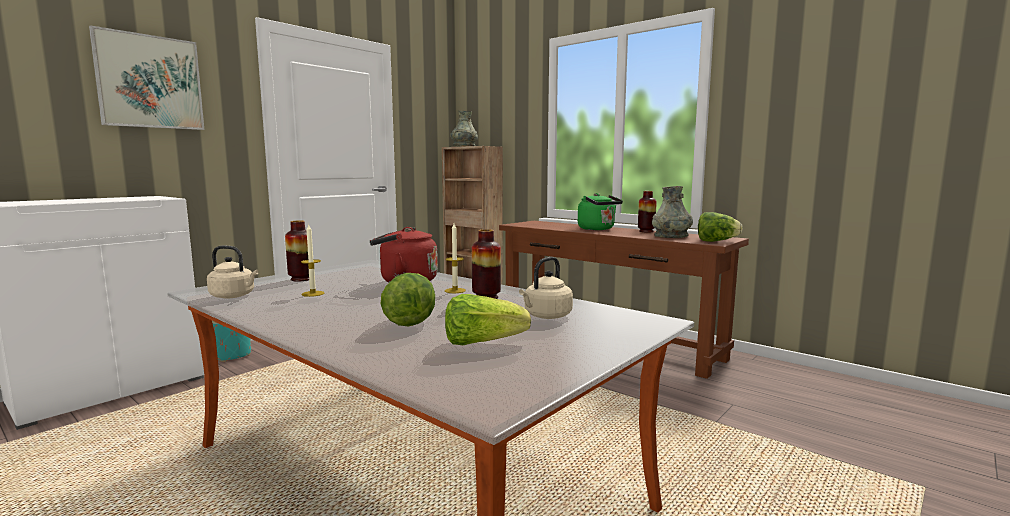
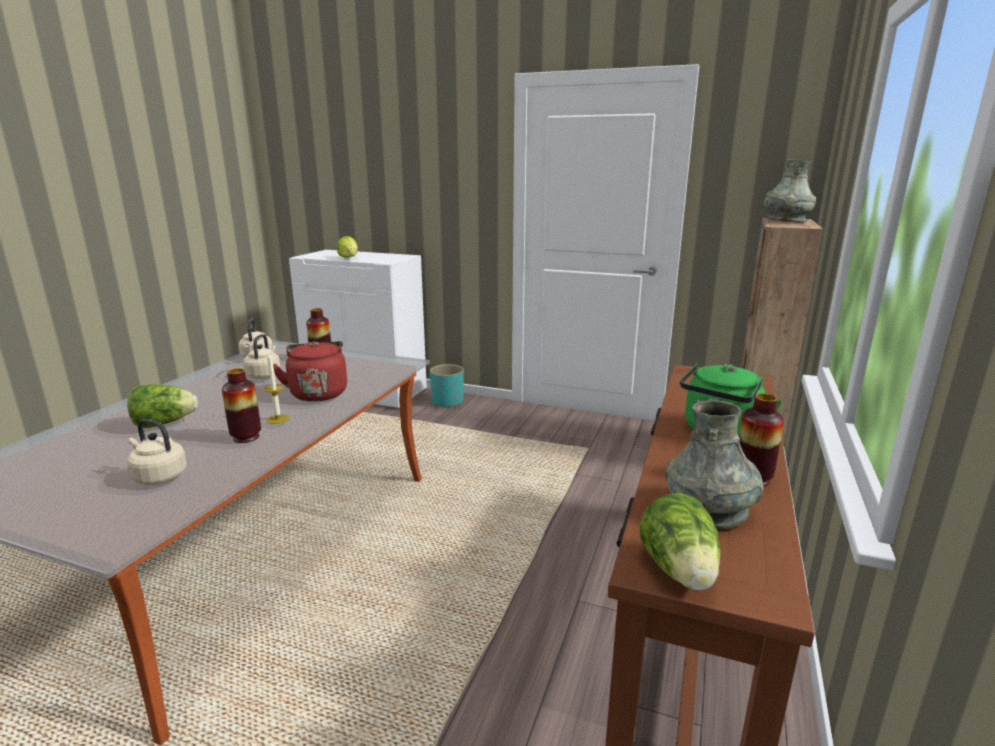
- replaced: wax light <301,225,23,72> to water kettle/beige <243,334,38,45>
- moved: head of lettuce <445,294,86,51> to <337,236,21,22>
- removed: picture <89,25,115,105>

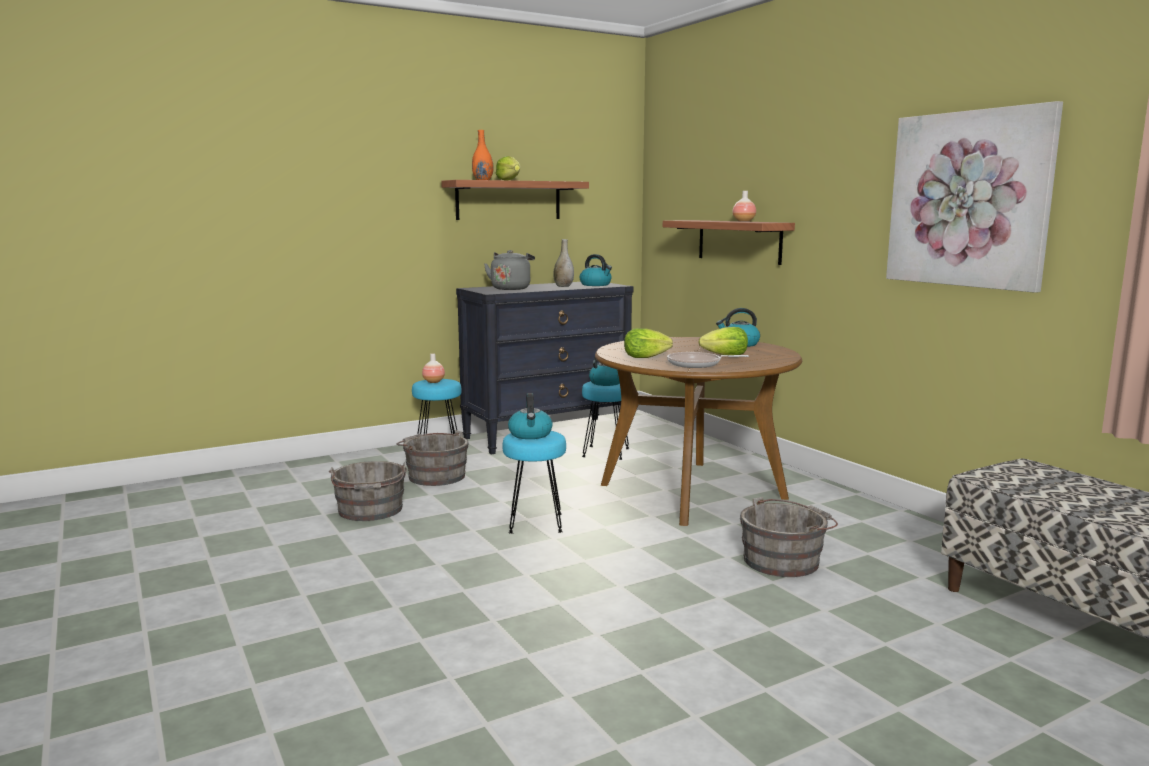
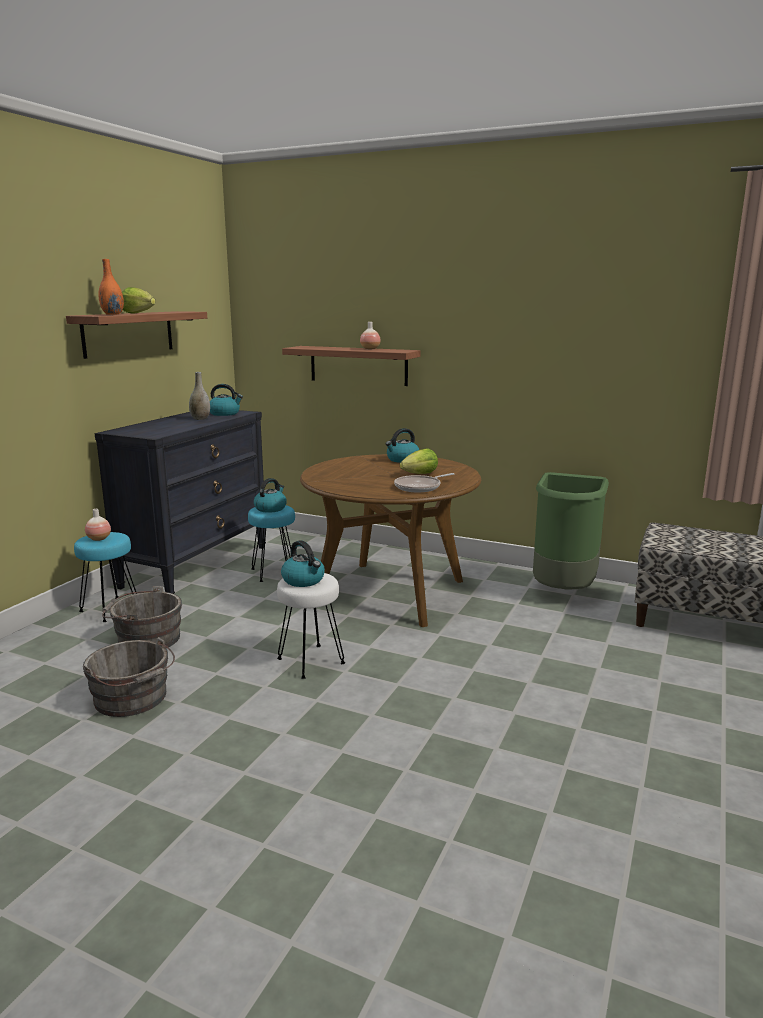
- recoloured: stool seat/turquoise <502,431,64,103> to stool seat/white-coloured <277,573,68,106>
- added: waste bin/green-coloured <533,472,76,118>
- removed: water kettle/greyish <484,250,51,40>
- removed: head of lettuce <624,328,49,30>
- removed: water bucket/greyish <740,497,98,80>
- removed: picture <886,101,177,192>

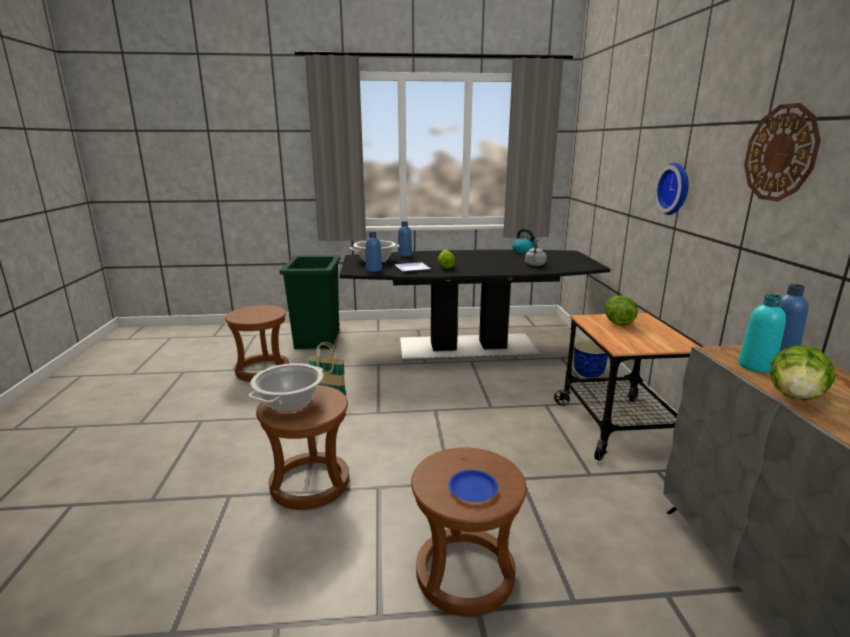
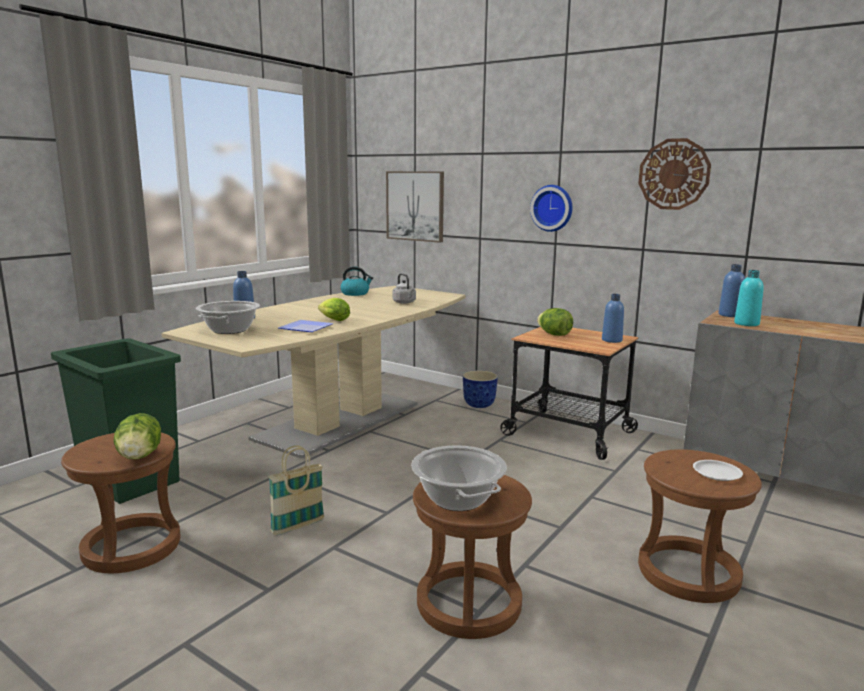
- moved: head of lettuce <771,345,64,55> to <114,413,47,46>
- recoloured: kitchen table/black-coloured <340,249,270,112> to kitchen table/beige <161,286,305,173>
- added: picture <386,171,58,72>
- moved: beverage bottle/bluish <366,232,16,40> to <602,294,22,49>
- recoloured: flat dish/bluish <449,470,49,32> to flat dish/white-coloured <693,460,50,21>

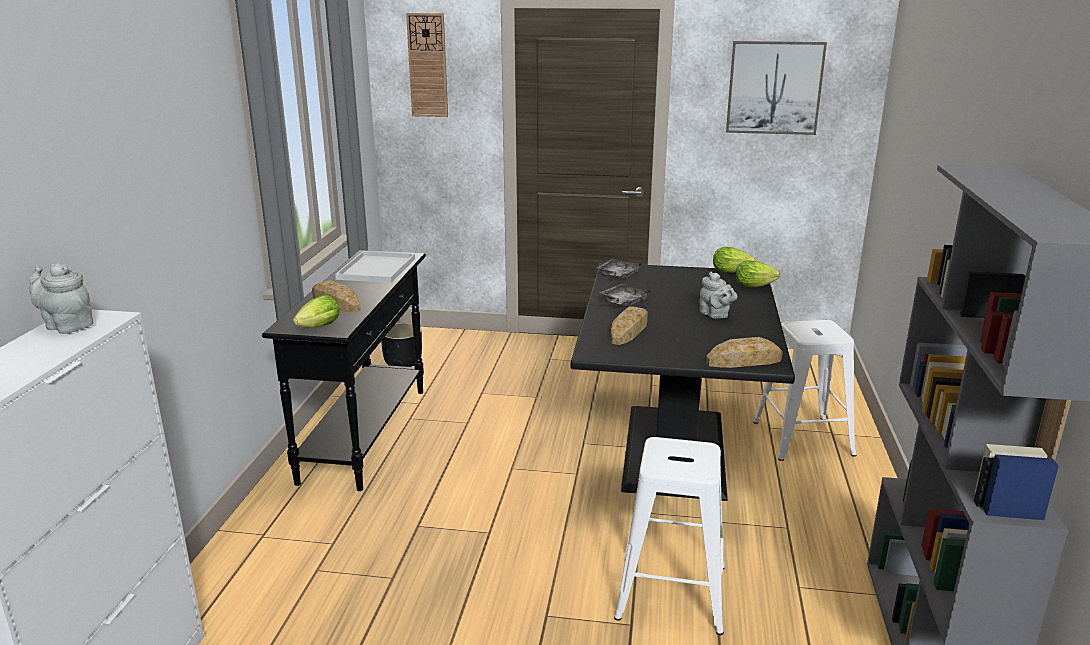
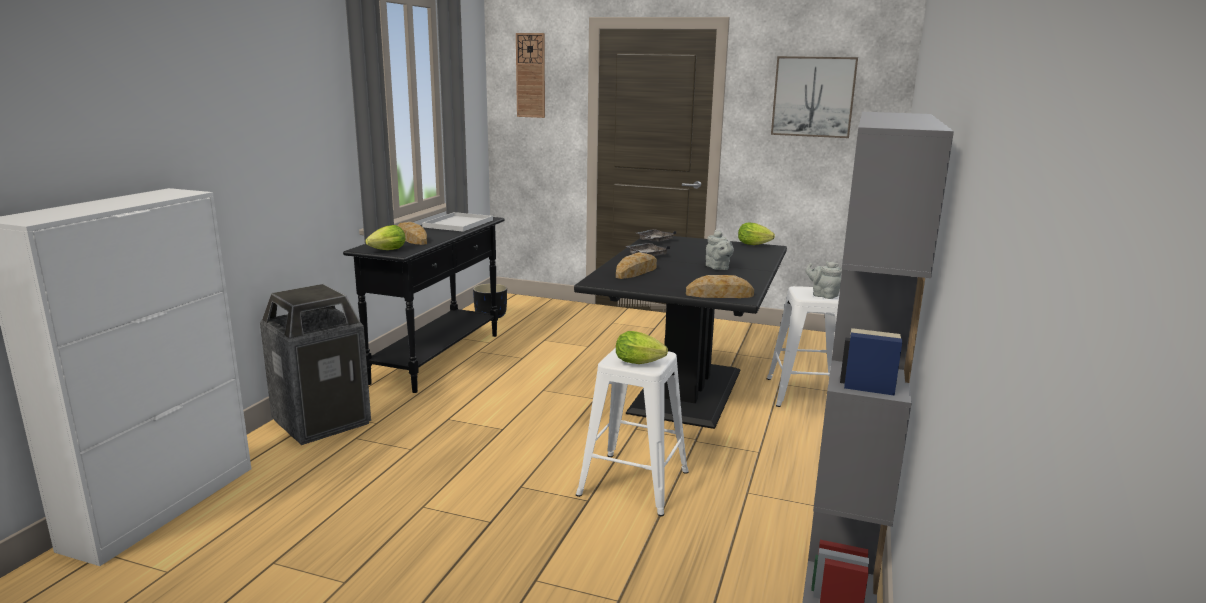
- added: waste bin <260,284,111,161>
- moved: head of lettuce <736,260,44,27> to <616,331,52,33>
- moved: teapot/greyish <29,263,64,71> to <805,261,37,38>

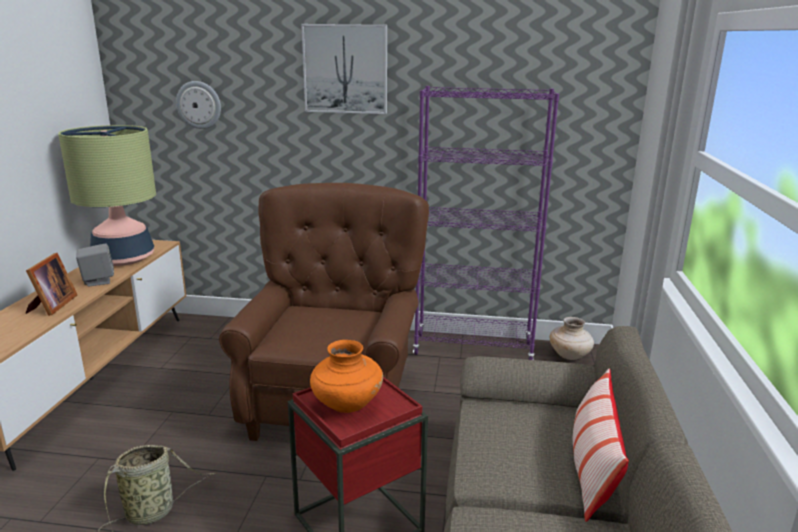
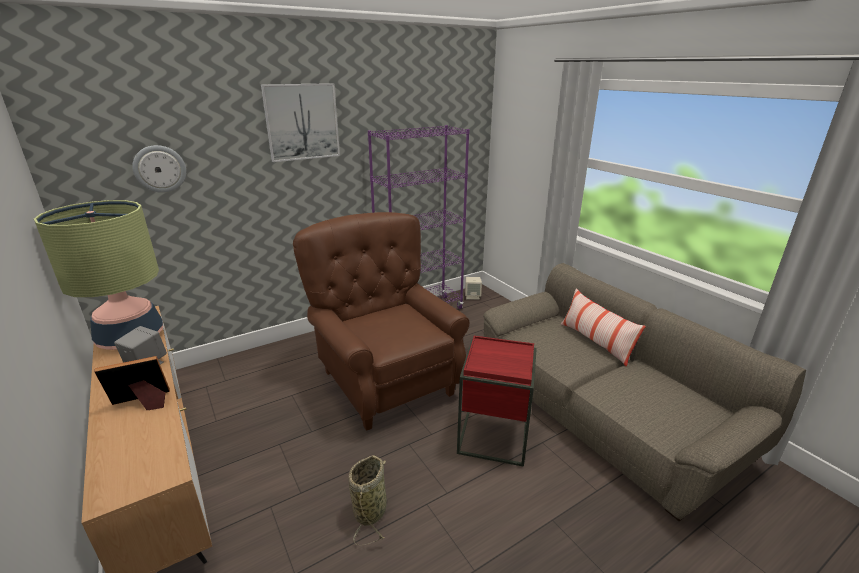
- turned: standing frame <26,253,51,63> = <94,356,76,54> 75 degrees counterclockwise
- replaced: vase/beige <550,317,44,43> to audio speaker/beige <465,277,17,23>
- removed: vase/orange-coloured <310,340,73,73>

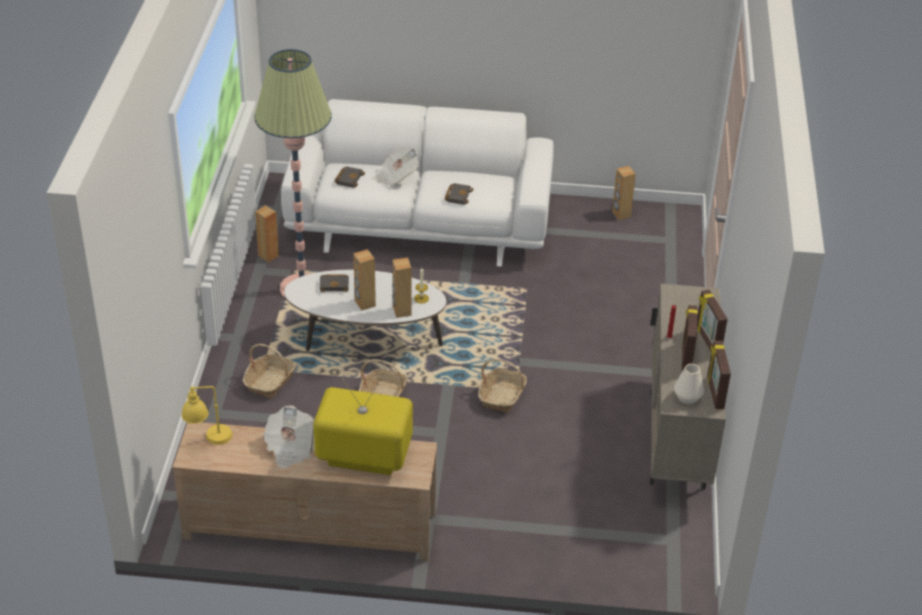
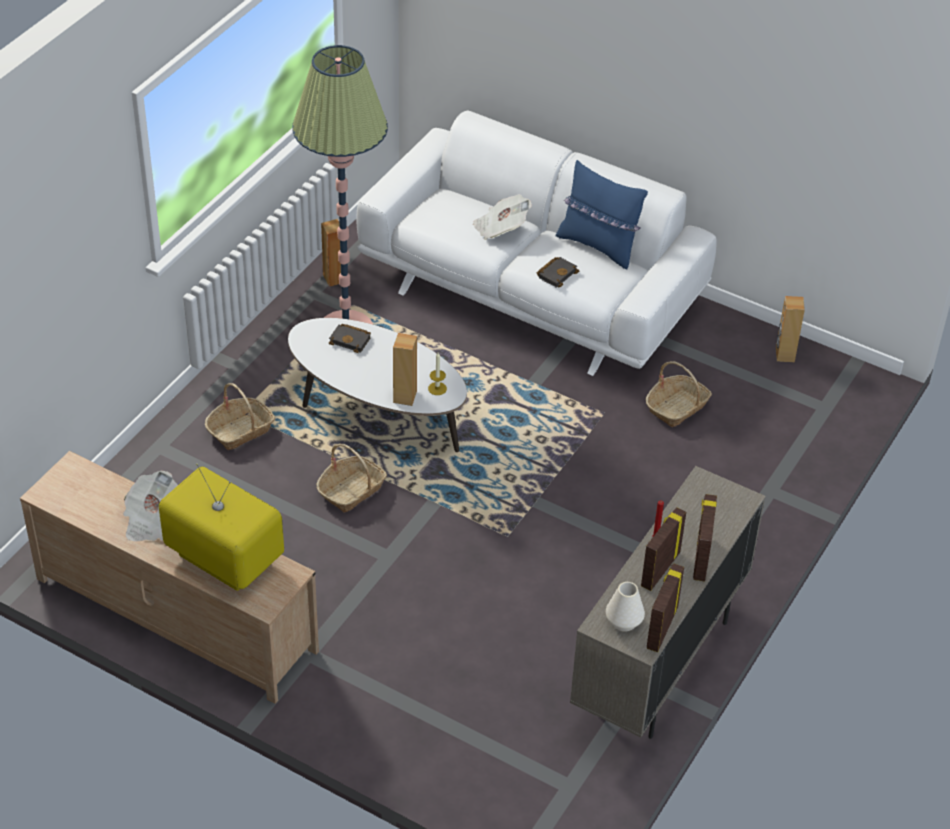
- added: cushion/bluish <556,160,92,109>
- moved: household basket <478,359,49,54> to <645,361,67,66>
- removed: lamp for a table/yellow <182,386,51,59>
- removed: bound book/black-coloured <334,167,31,21>
- removed: audio speaker/brown <354,249,22,62>

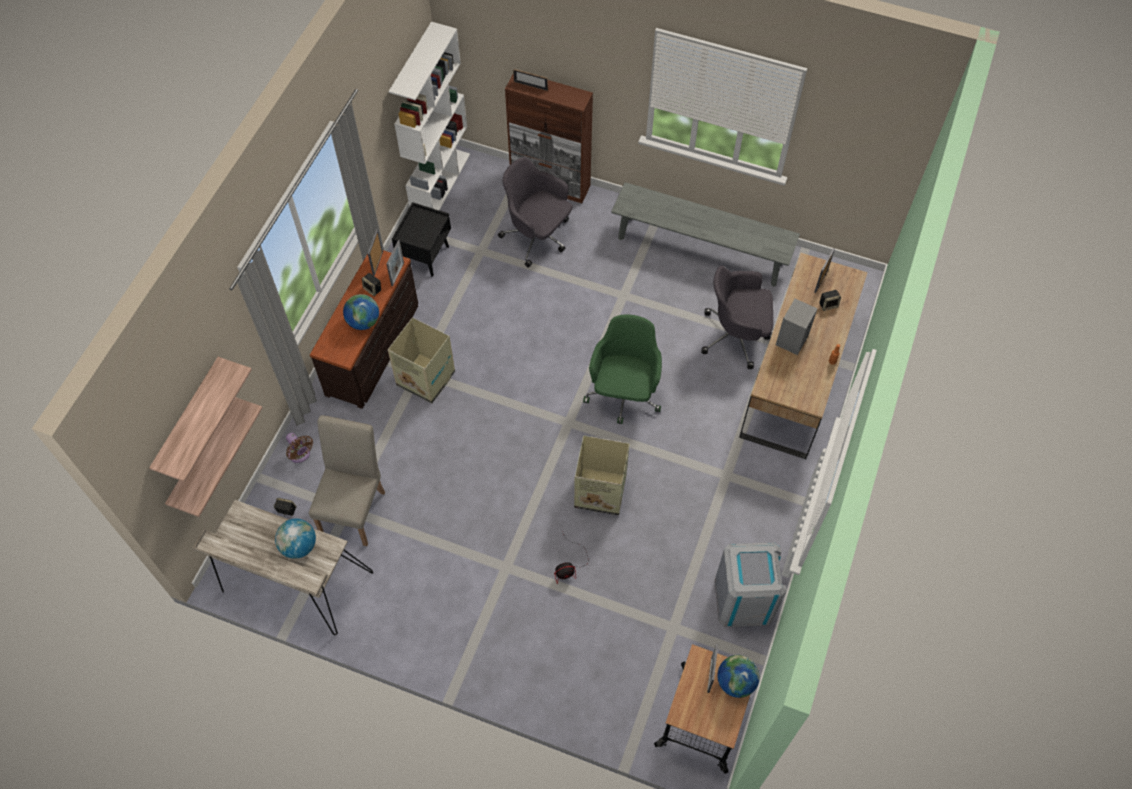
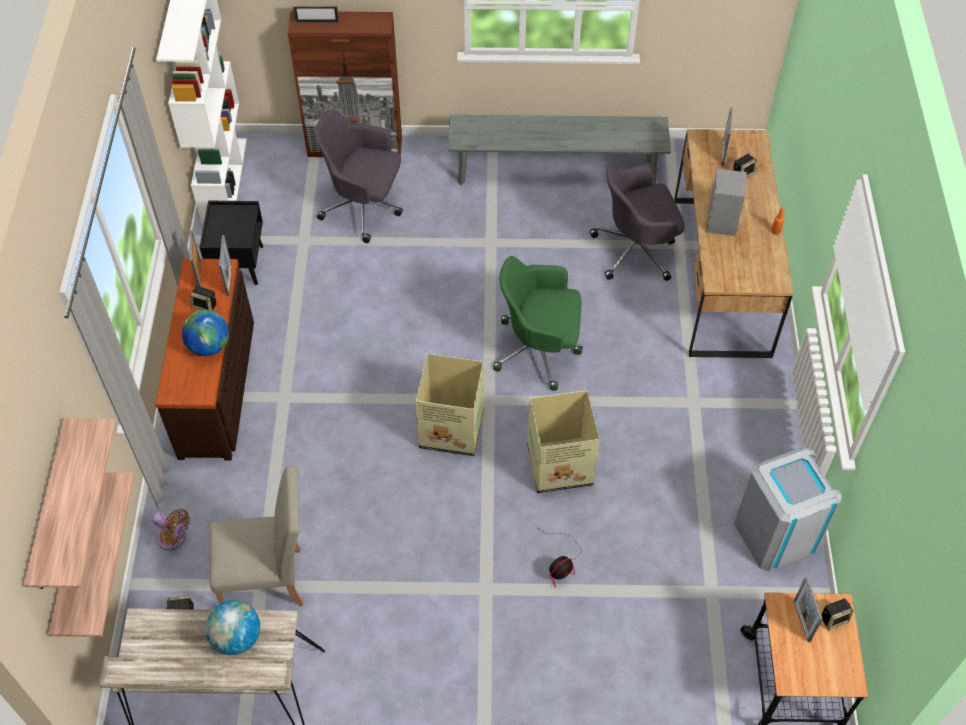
- turned: upright chair/beige <309,415,76,131> = <209,466,94,140> 90 degrees clockwise
- moved: carton <388,317,67,86> to <416,354,68,102>
- turned: computer chair/green-coloured <583,315,79,109> = <493,256,90,135> 75 degrees counterclockwise
- replaced: globe <717,655,43,43> to audio speaker <821,598,33,32>

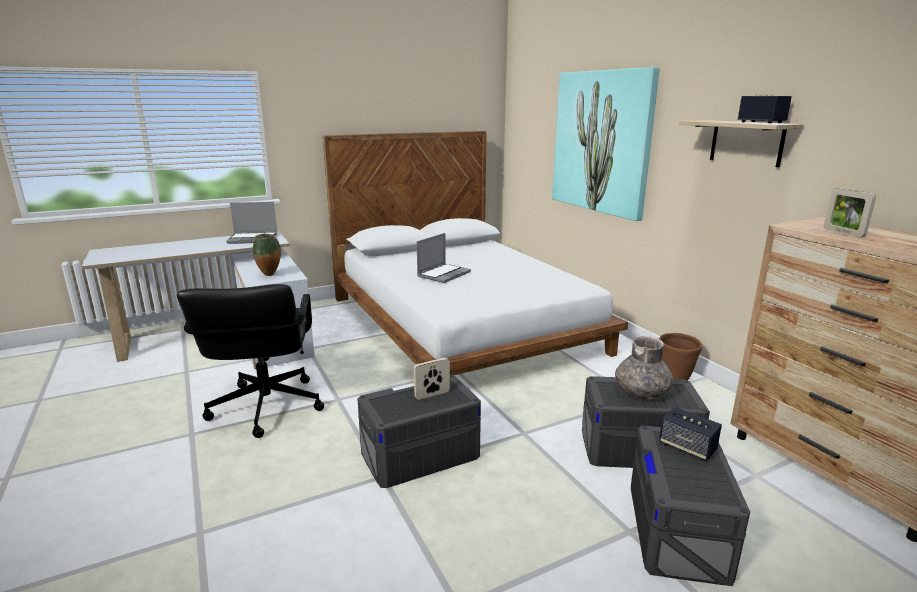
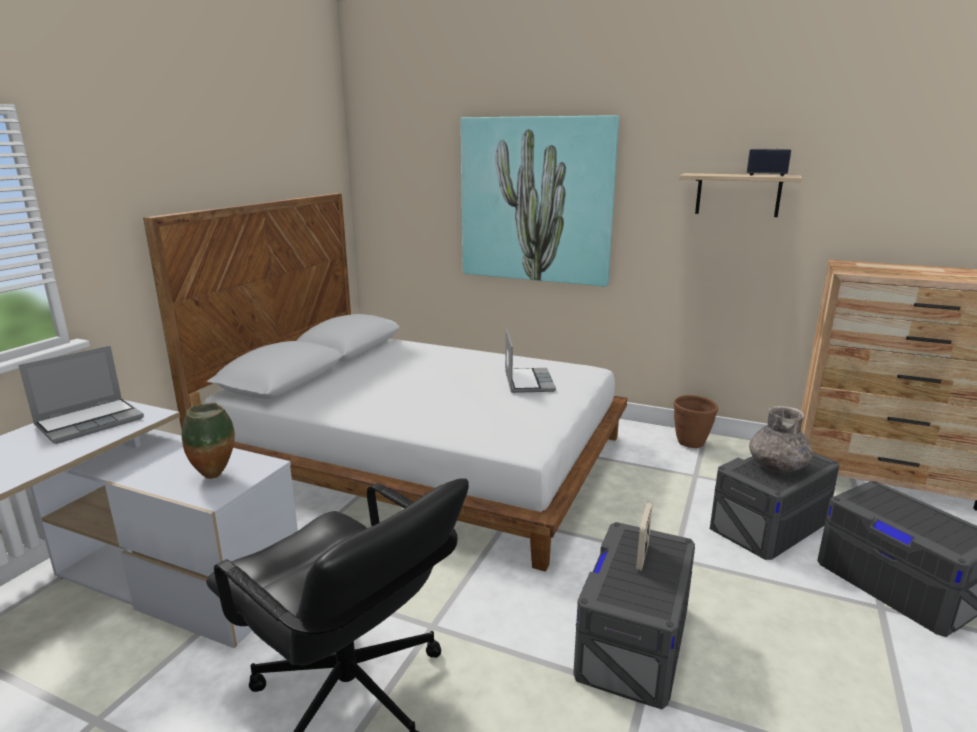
- moved: notebook computer <417,233,54,50> to <505,329,51,64>
- removed: audio speaker <659,407,63,54>
- removed: standing frame <824,188,52,49>

